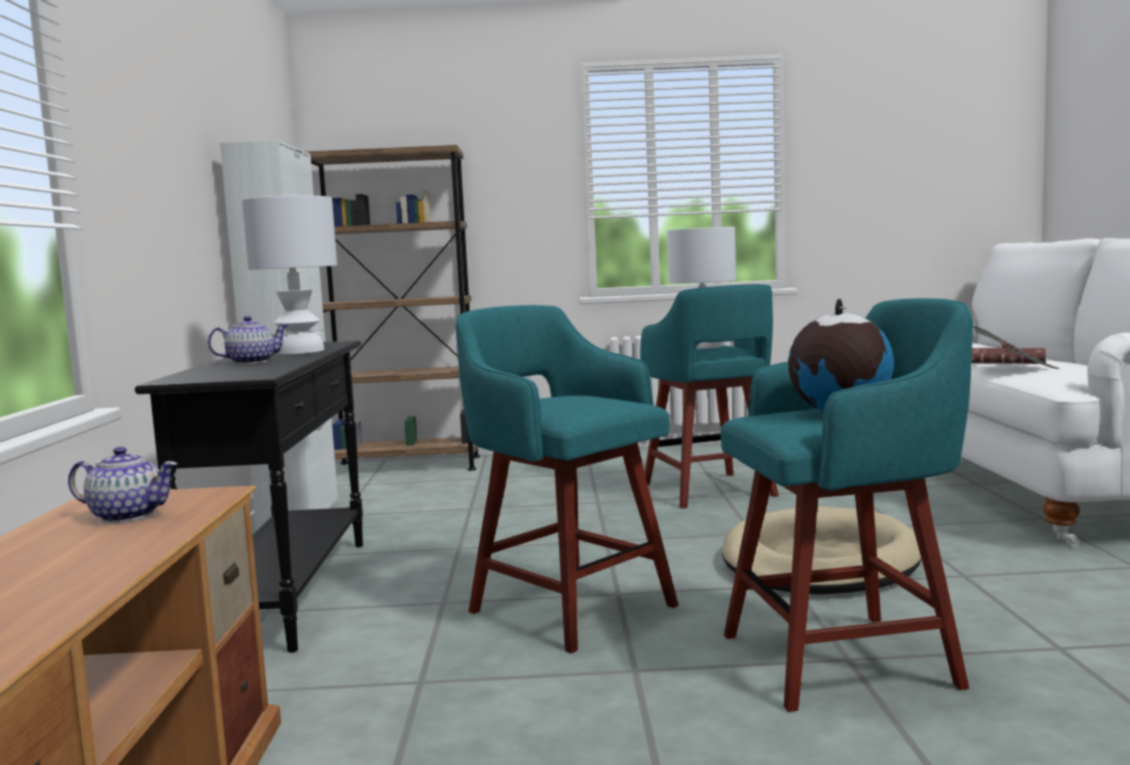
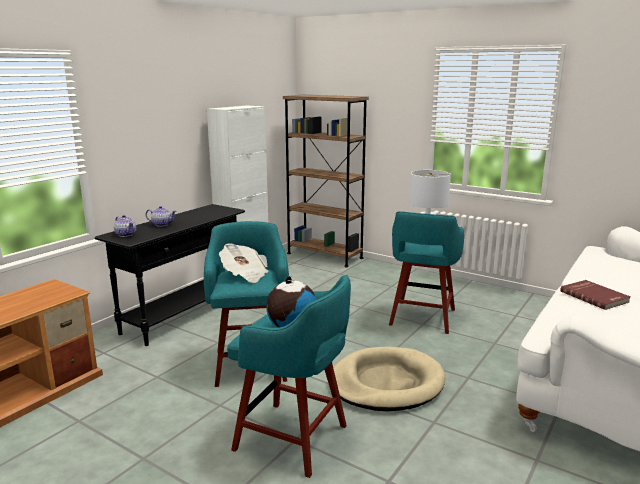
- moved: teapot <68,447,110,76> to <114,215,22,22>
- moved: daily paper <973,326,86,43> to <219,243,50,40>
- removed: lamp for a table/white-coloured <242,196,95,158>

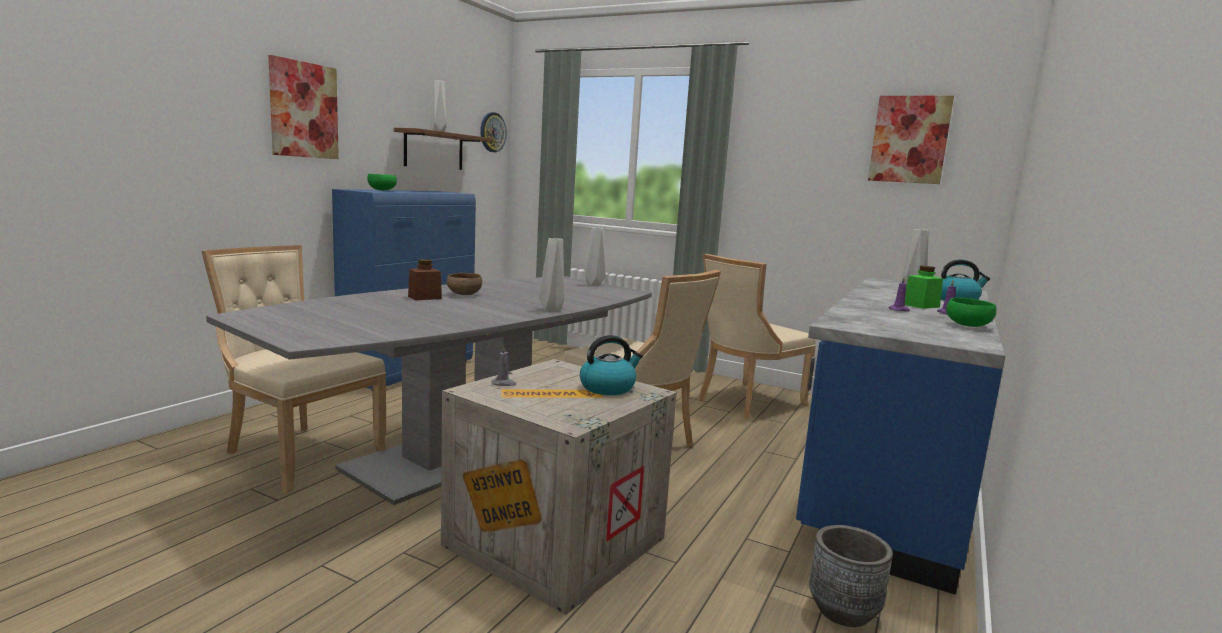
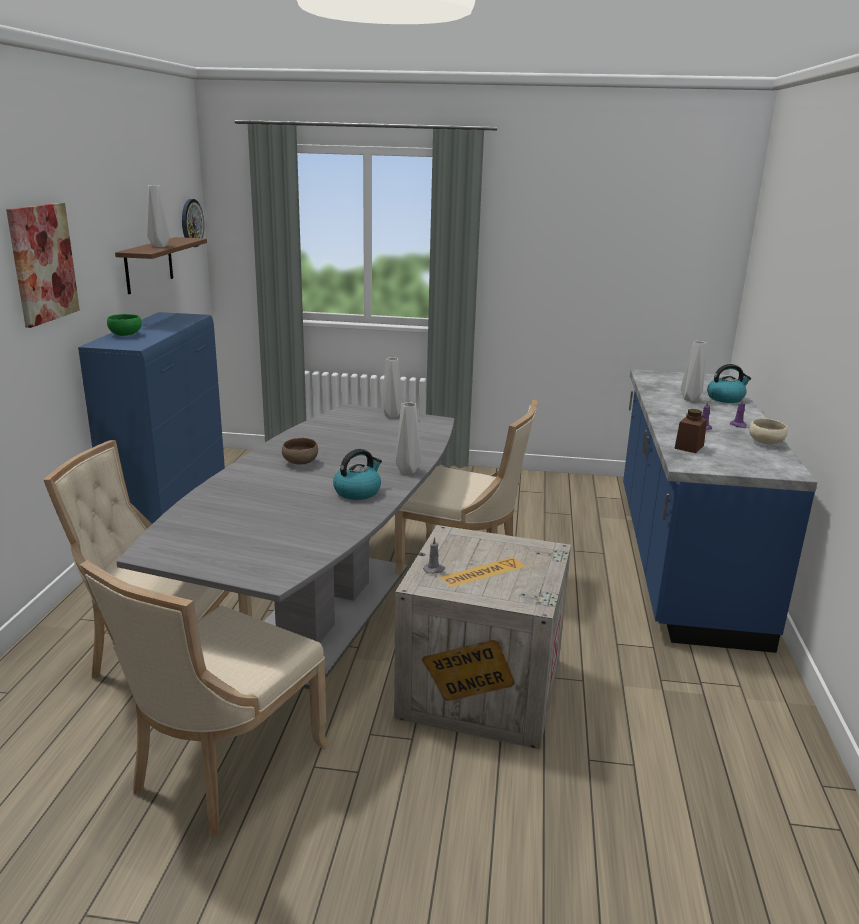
- moved: upright chair/beige <698,254,118,165> to <80,560,249,277>
- moved: water kettle <580,335,63,60> to <333,449,49,51>
- moved: preserve jar/brown <408,259,34,41> to <674,409,33,44>
- recoloured: serving bowl/green-coloured <946,298,50,29> to serving bowl/beige <749,418,39,26>
- removed: flower pot/greyish <809,525,84,102>
- removed: picture <868,96,86,88>
- removed: preserve jar/green-coloured <905,266,38,43>

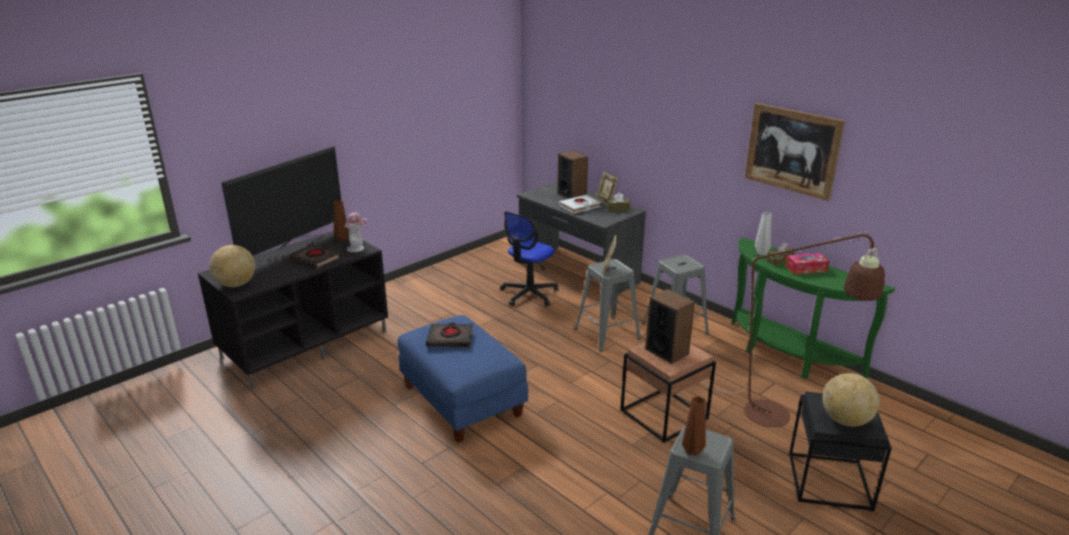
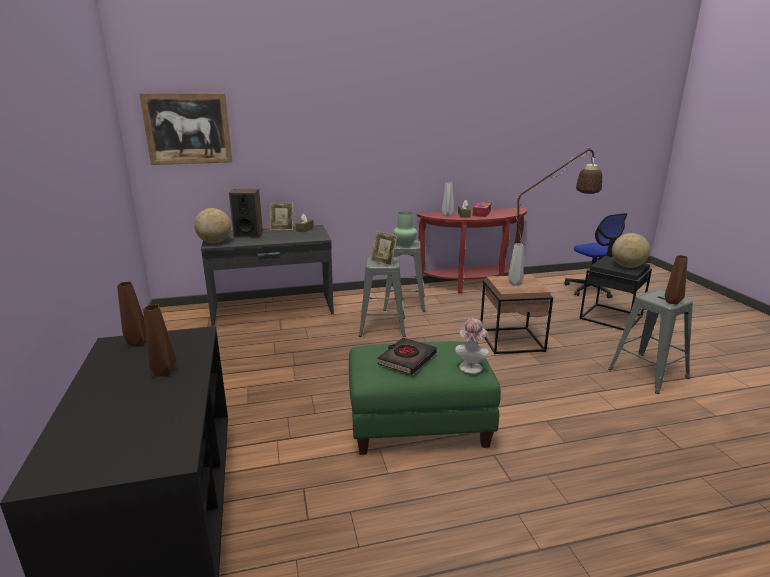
- moved: picture <745,103,100,98> to <139,93,94,72>
- replaced: bound book/black-coloured <290,244,50,25> to vase/brown <143,305,33,71>
- moved: globe <209,245,46,42> to <194,208,37,35>
- recoloured: footrest/bluish <398,315,130,128> to footrest/green-coloured <349,341,152,114>
- added: vase/green-coloured <393,212,24,35>
- recoloured: console table/green-coloured <731,237,164,142> to console table/reddish <417,207,110,86>
- moved: clothing hat <345,213,22,39> to <455,318,34,56>
- replaced: audio speaker <645,289,50,75> to vase/greyish <508,243,16,43>
- moved: computer chair <500,211,59,95> to <564,213,63,85>
- removed: TV set <221,146,120,117>
- removed: bound book/white-coloured <559,195,42,18>

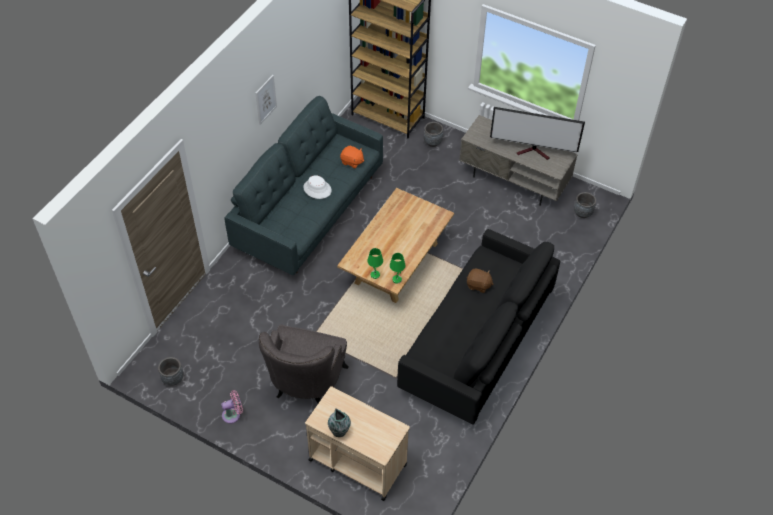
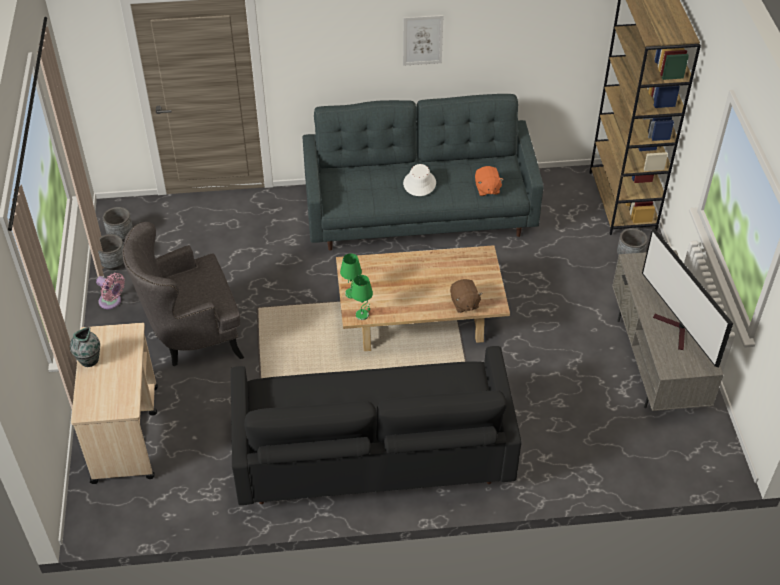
- moved: flower pot/greyish <574,192,22,26> to <98,234,26,36>
- moved: cuddly toy/brown <467,268,27,25> to <450,279,33,34>

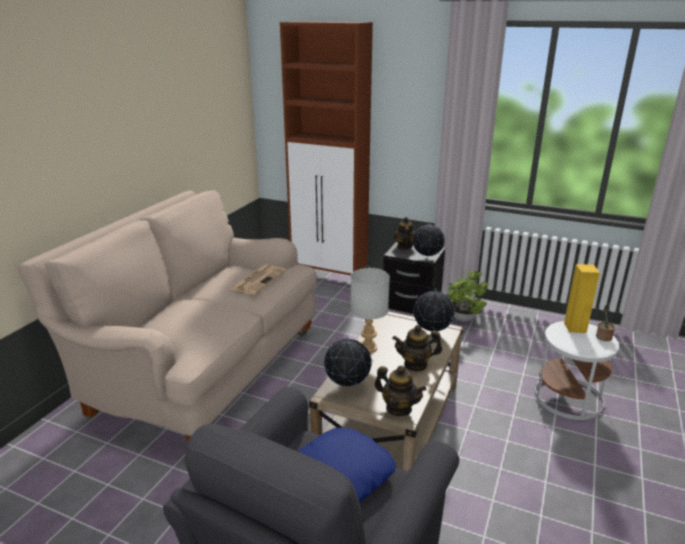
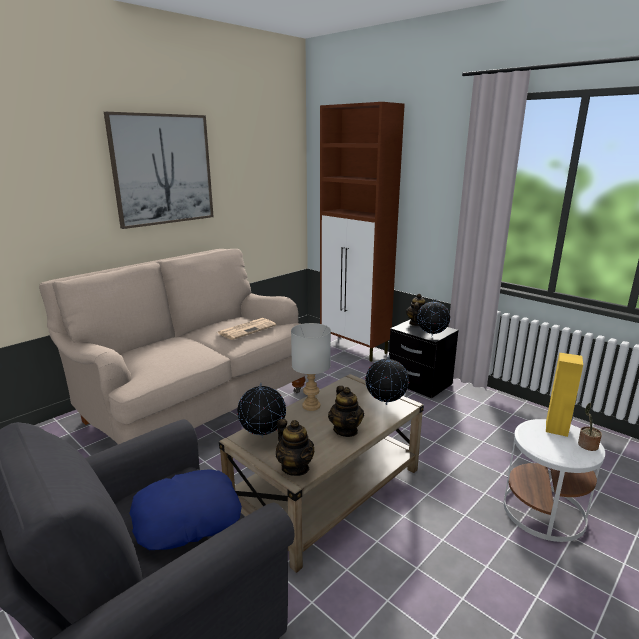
- added: picture <104,112,110,117>
- turned: teapot <392,325,50,46> = <328,386,36,51> 120 degrees counterclockwise
- removed: potted plant <446,270,43,52>

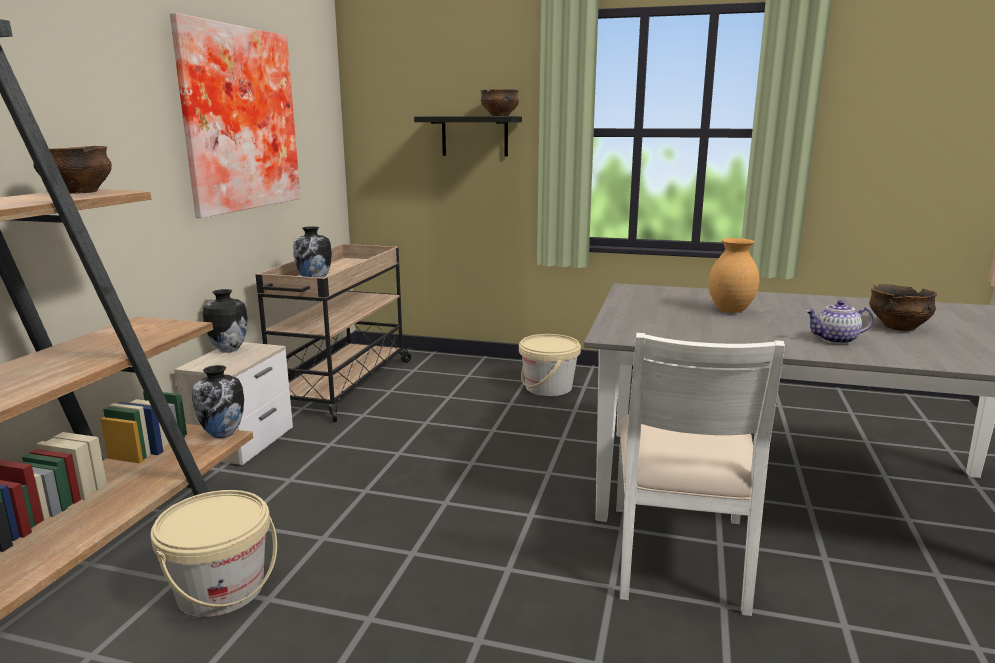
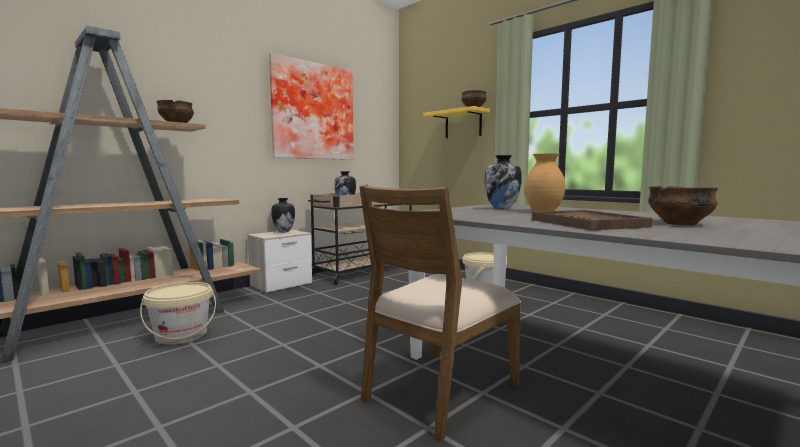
- recoloured: upright chair/white-coloured <616,333,169,283> to upright chair/brown <359,185,162,256>
- recoloured: shelf/black-coloured <414,116,108,41> to shelf/yellow <423,106,67,32>
- moved: vase <192,365,52,73> to <485,155,36,54>
- replaced: teapot <805,300,69,44> to serving tray/brown <532,210,120,20>

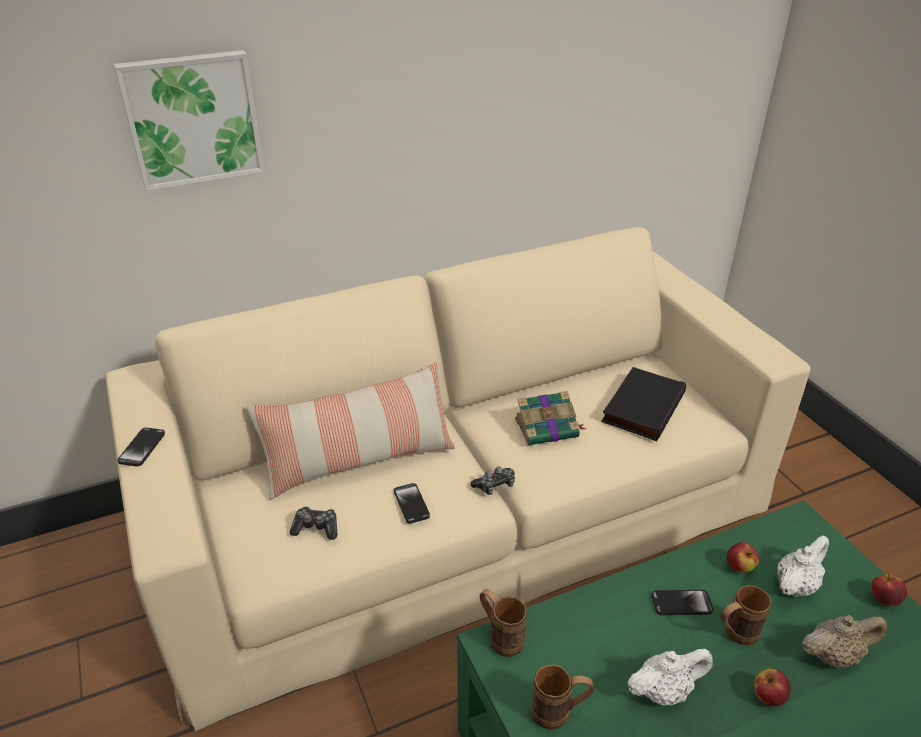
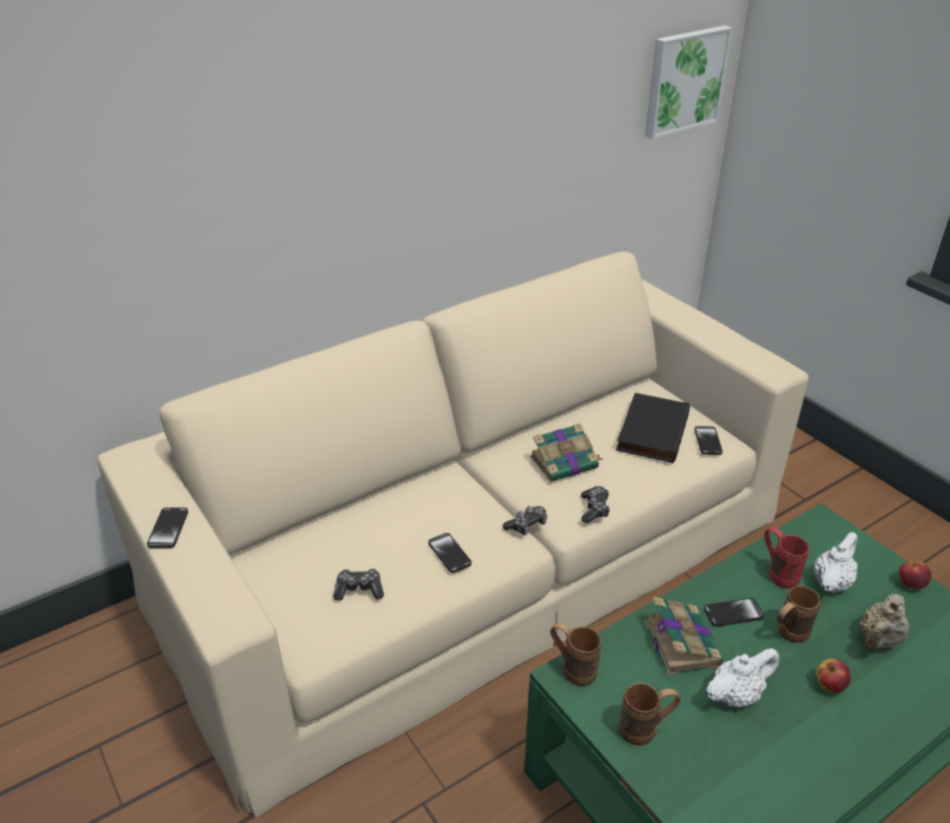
- added: joypad <581,486,29,37>
- added: bound book <644,597,79,79>
- moved: picture <114,50,151,141> to <645,25,88,114>
- added: phone <694,426,29,29>
- replaced: apple fruit <726,542,33,31> to tea mug/reddish <764,527,45,62>
- turned: teapot/beige <801,615,86,52> = <860,593,50,58> 150 degrees clockwise
- removed: cushion <246,362,209,139>

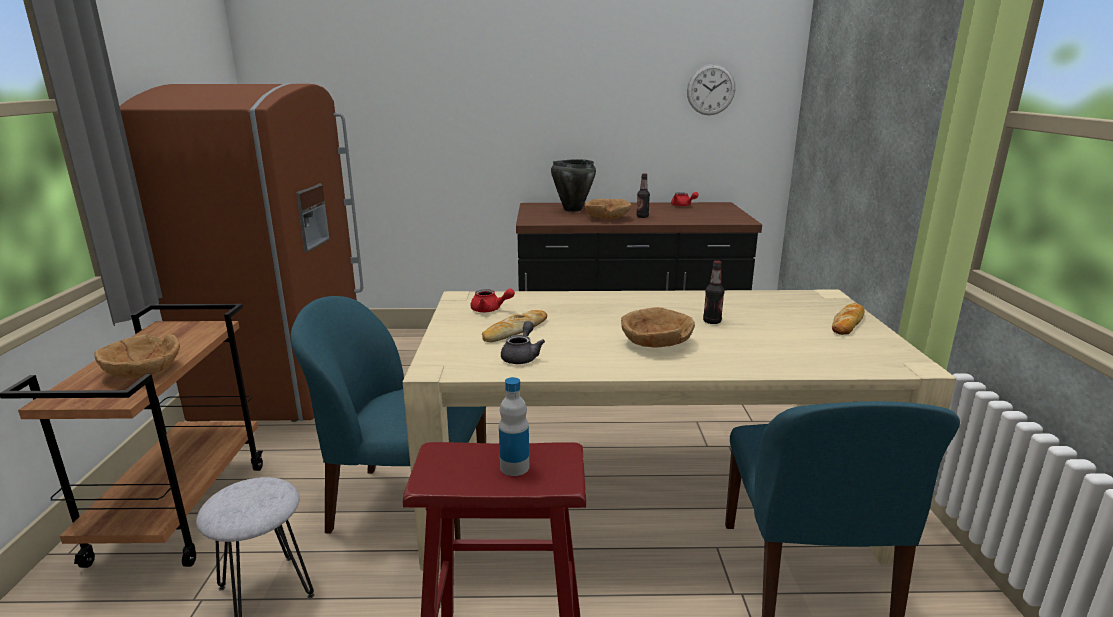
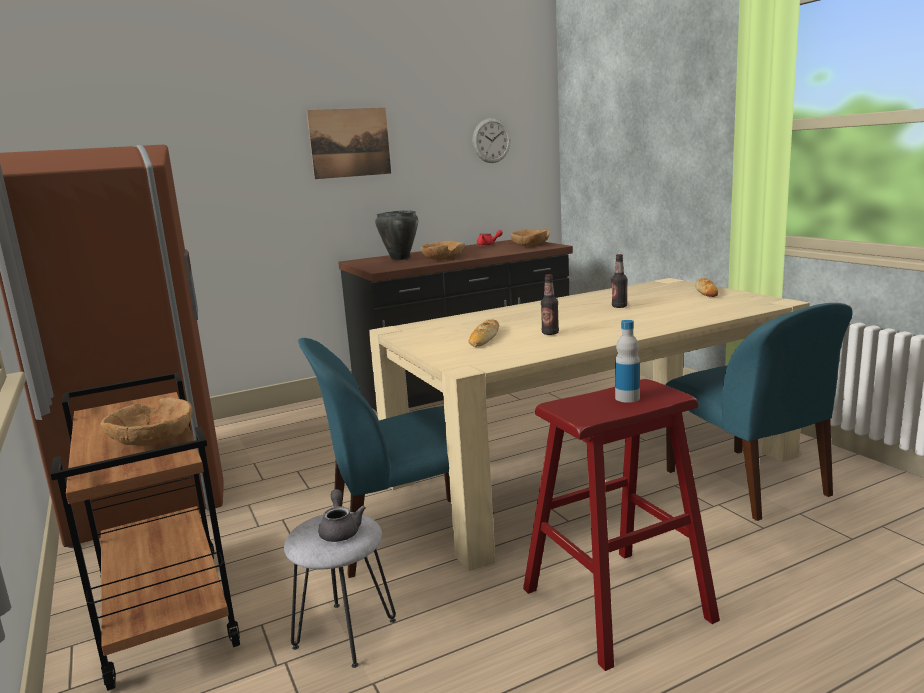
- added: picture <307,108,84,71>
- moved: teapot/greyish <501,321,44,43> to <318,489,48,53>
- moved: serving bowl/brown <621,307,74,41> to <510,229,40,17>
- moved: beverage bottle <636,173,14,45> to <541,274,18,61>
- removed: teapot/reddish <471,288,44,24>

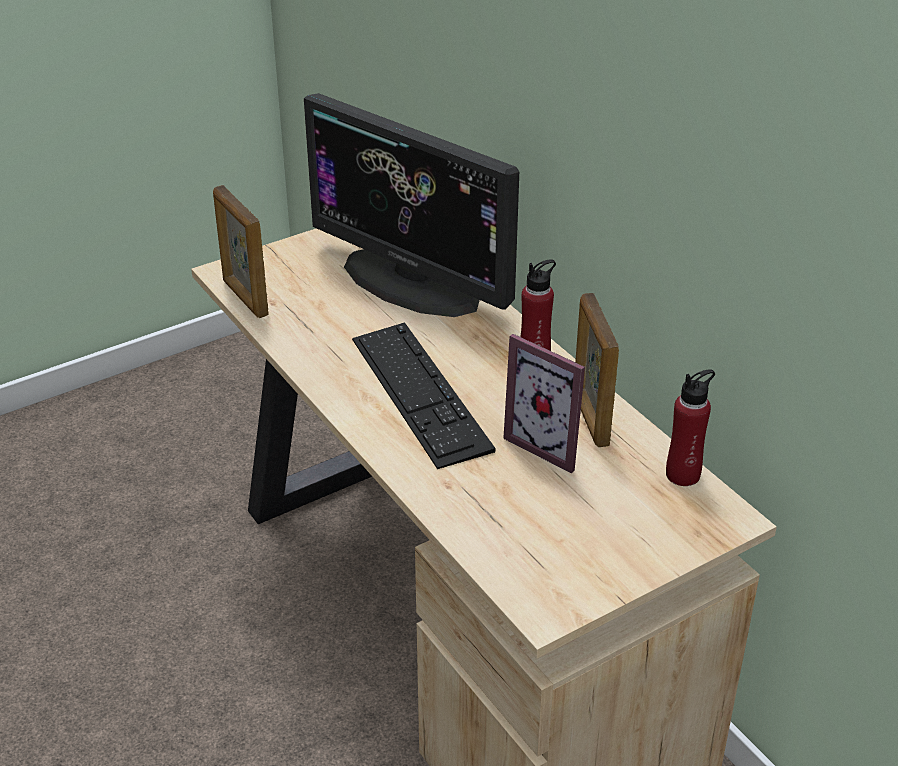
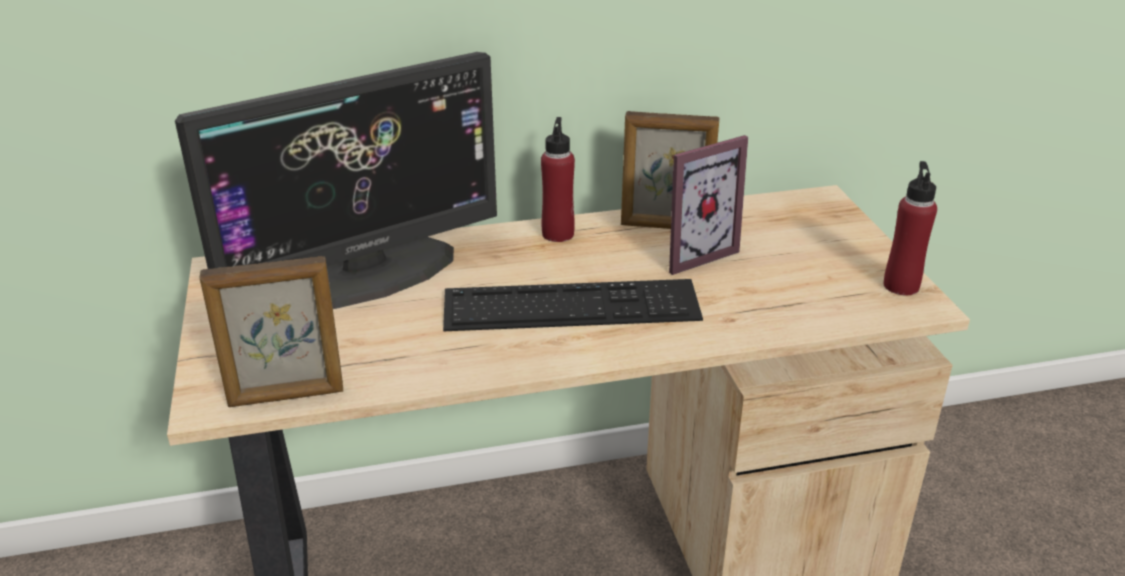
- moved: beverage bottle/reddish <666,369,49,117> to <884,161,53,134>

